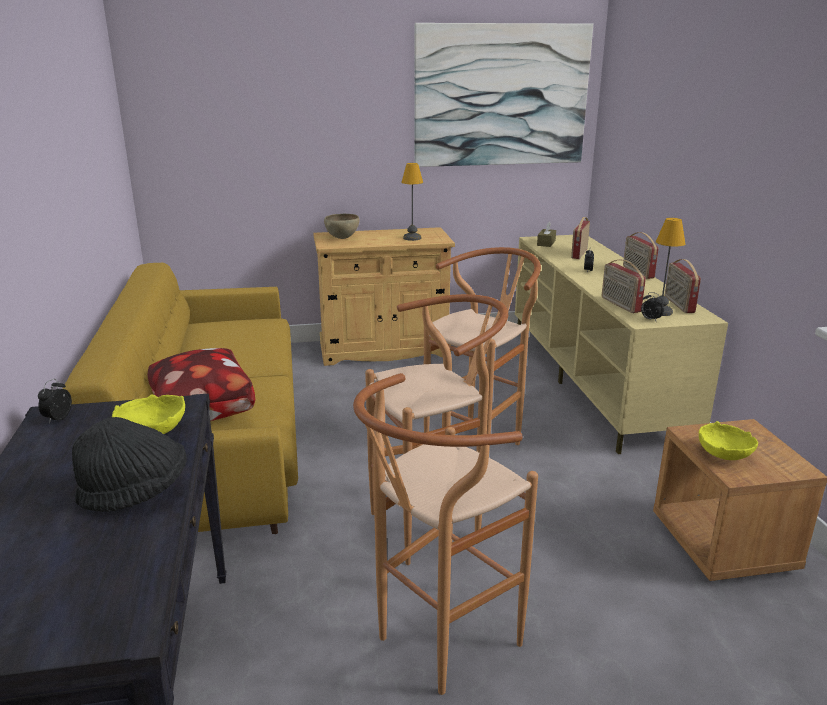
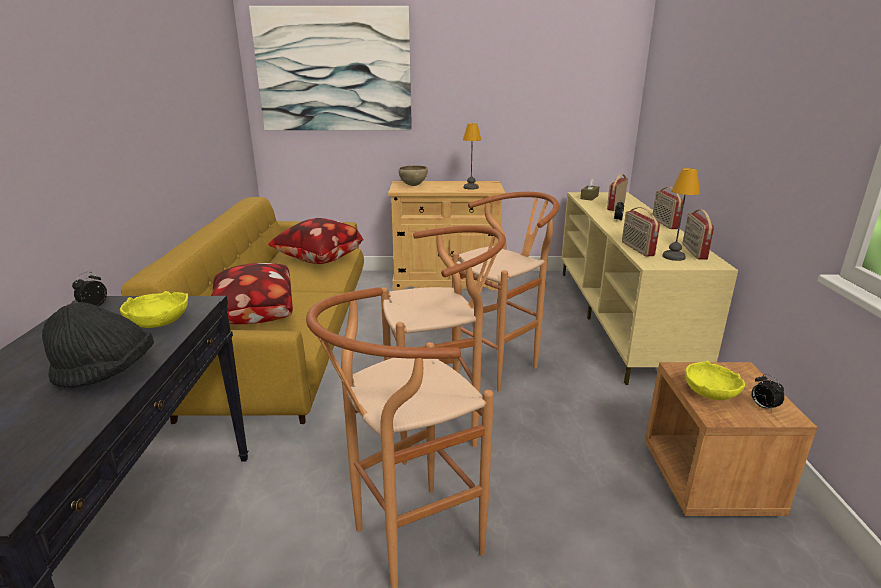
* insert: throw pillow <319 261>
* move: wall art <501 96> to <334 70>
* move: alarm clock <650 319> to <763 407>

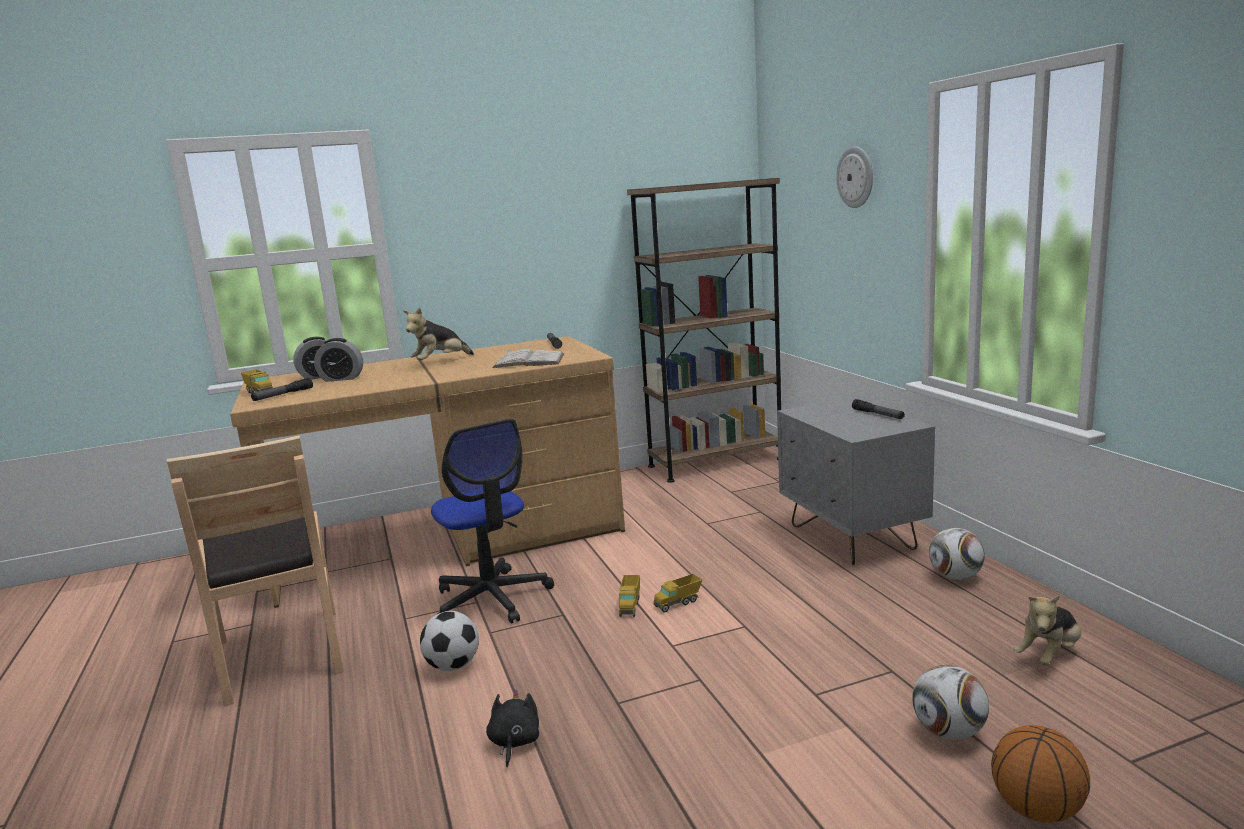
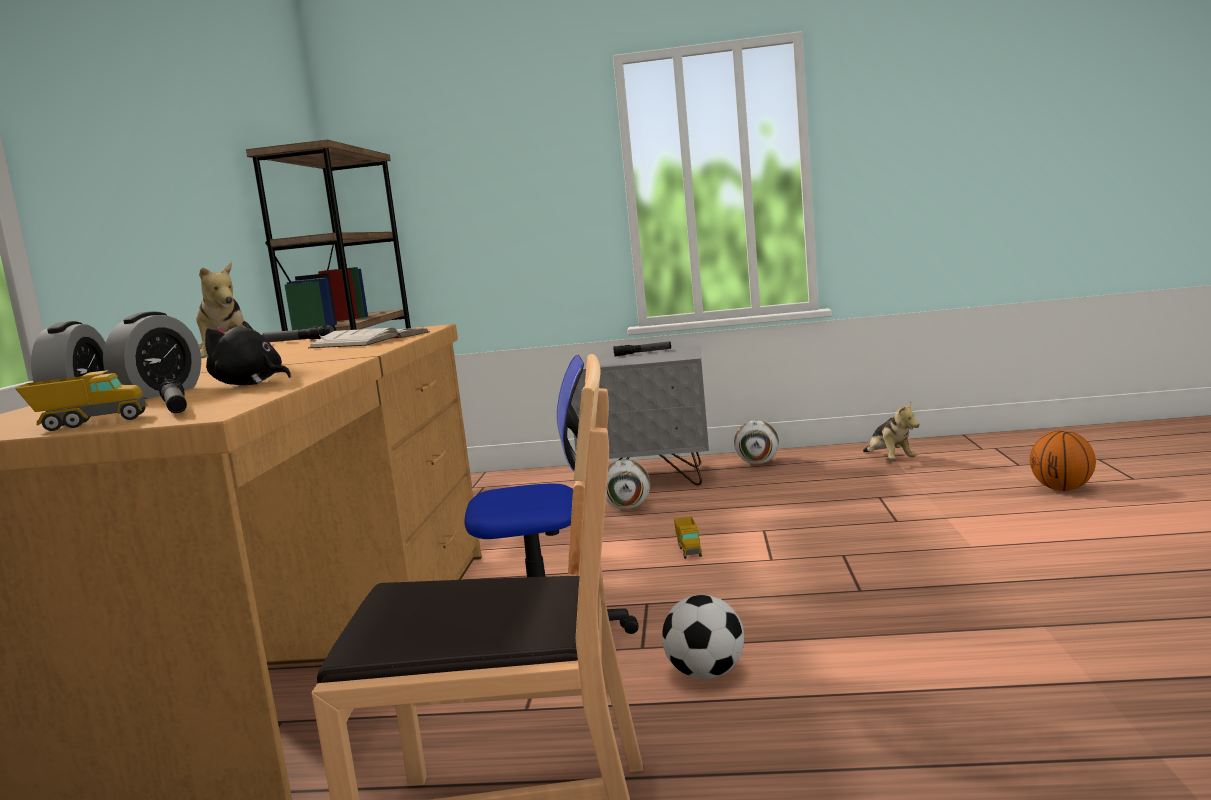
* delete: model truck <630 606>
* delete: clock on the wall <856 177>
* move: plush toy (black-coloured) <514 743> to <250 384>
* move: football ball <949 732> to <627 508>

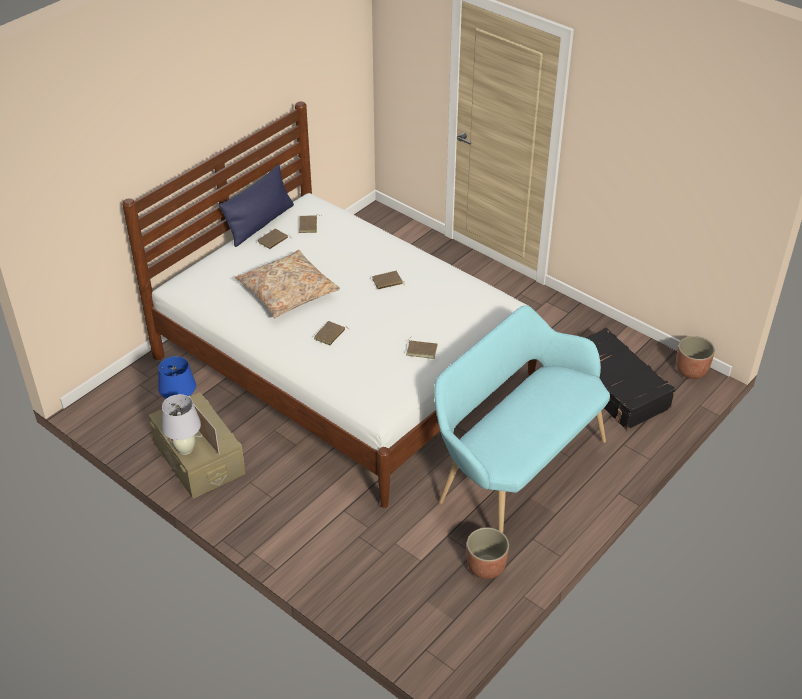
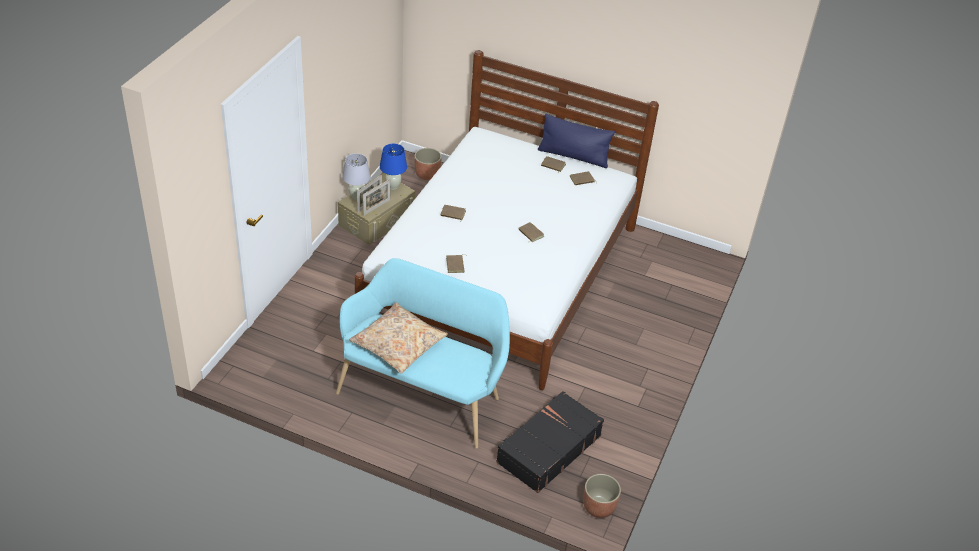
* insert: photo frame <376 207>
* move: throw pillow (beige) <288 292> to <398 344>
* move: planter <485 566> to <427 174>

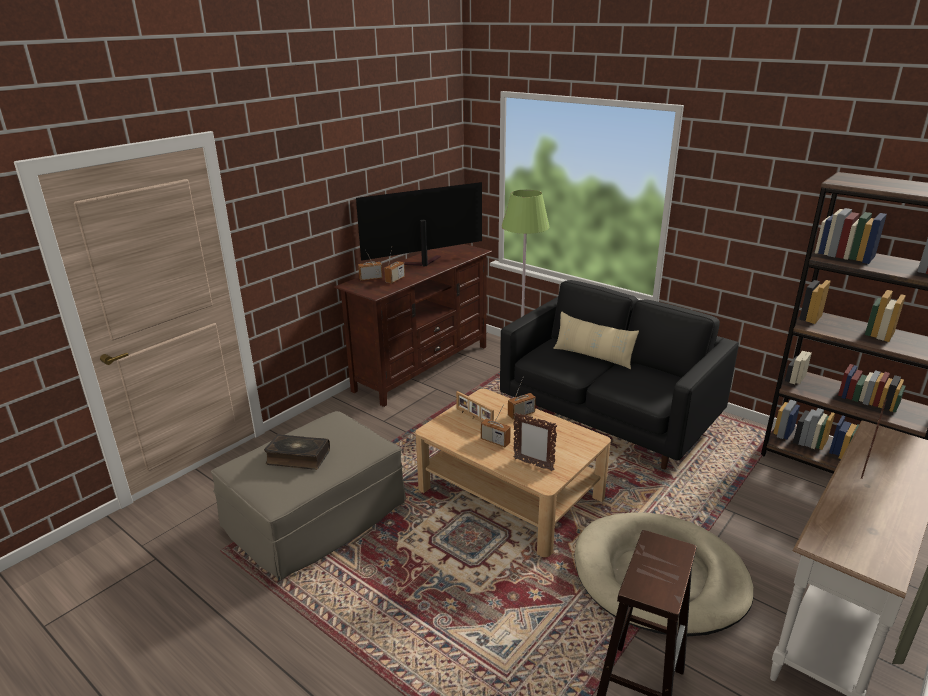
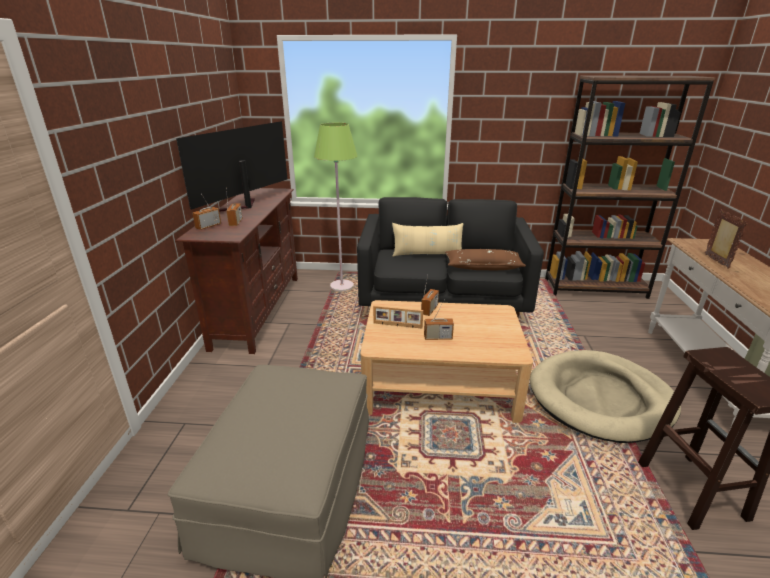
* delete: bound book <298 458>
* delete: photo frame <533 464>
* insert: throw pillow (brown-coloured) <483 267>

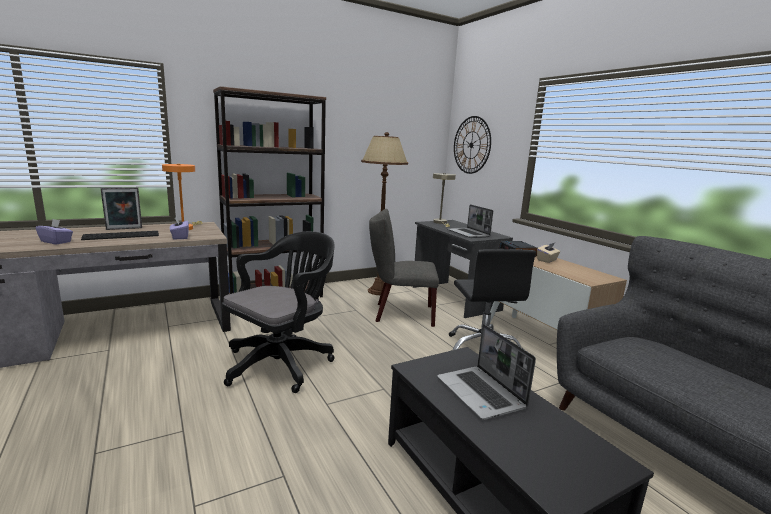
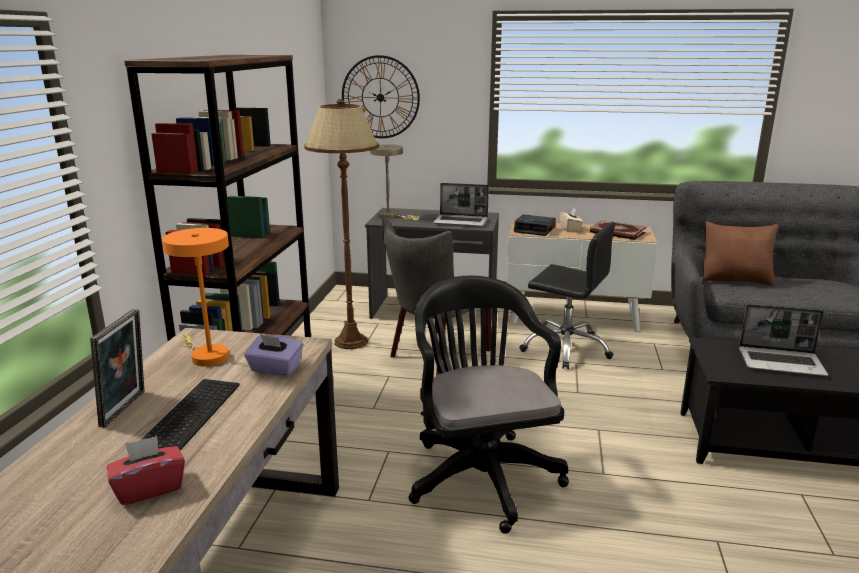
* insert: bound book <617 233>
* insert: throw pillow (brown-coloured) <736 280>
* recolor: tissue holder (purple) <56 242> to tissue holder (red-coloured) <149 488>

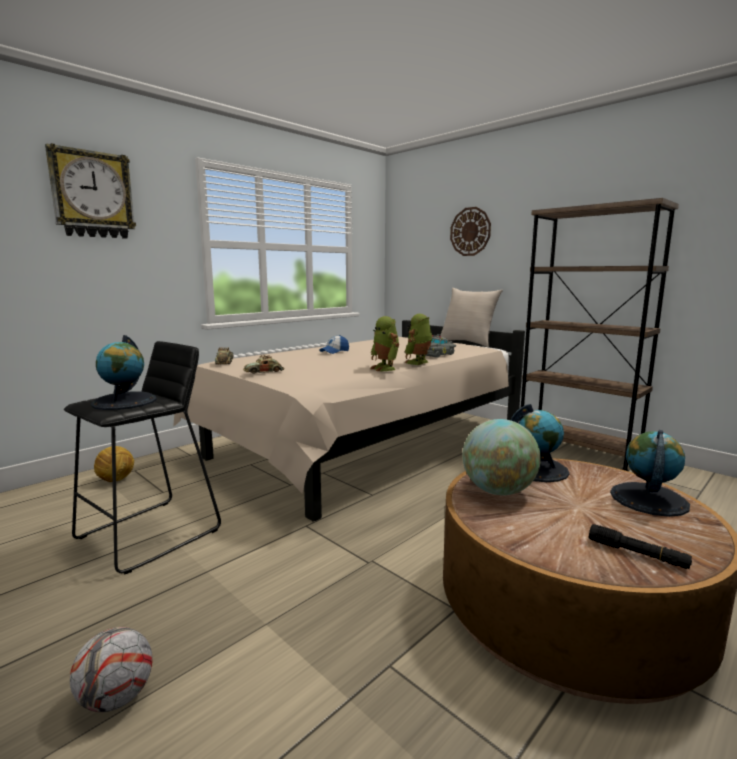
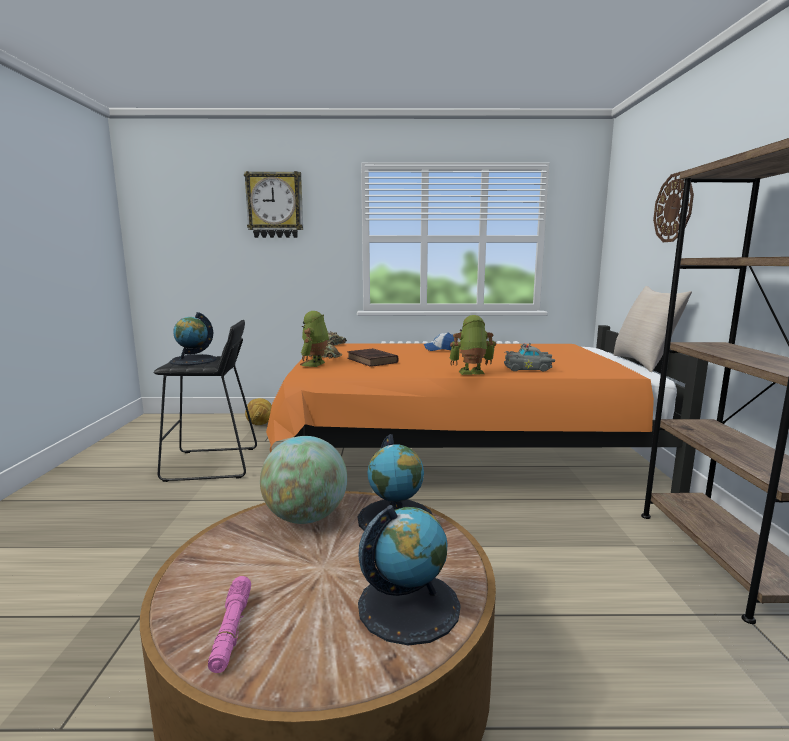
* delete: football ball <116 698>
* insert: bound book (brown-coloured) <373 361>
* move: robot figure <385 368> to <315 364>
* recolor: bedroom bed (beige) <365 444> to bedroom bed (orange) <460 455>
* recolor: flashlight (black-coloured) <637 554> to flashlight (pink) <231 630>

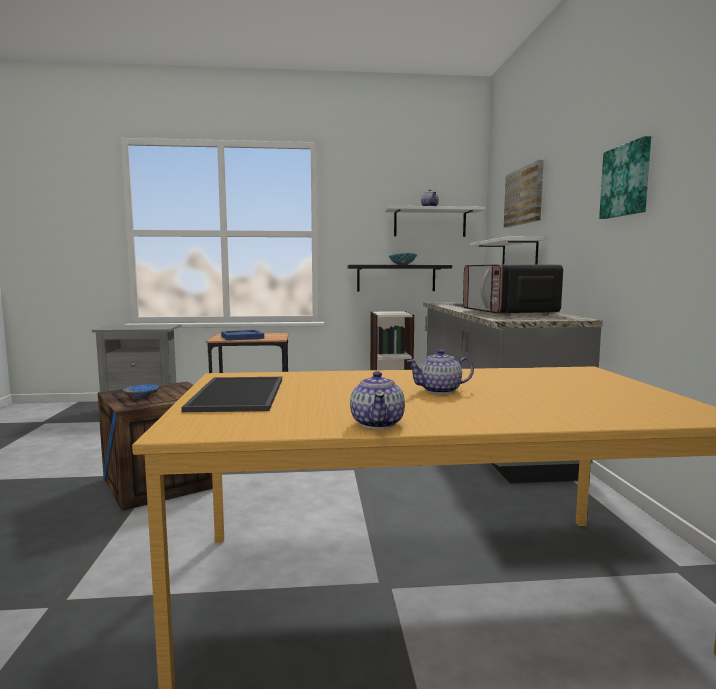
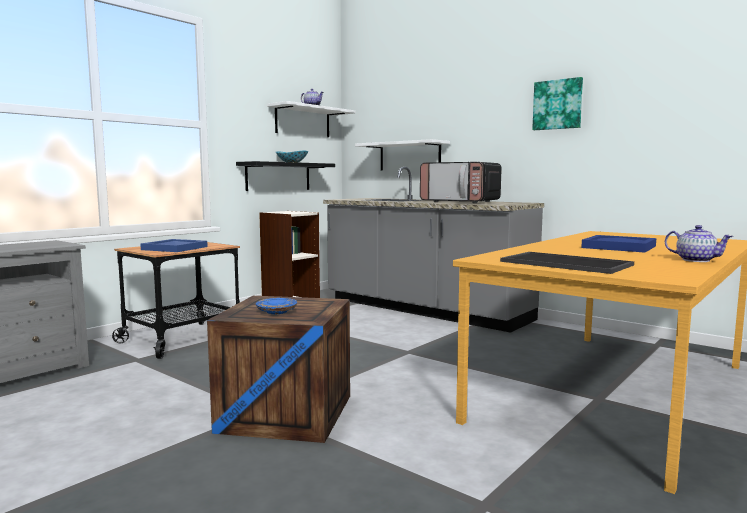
* delete: wall art <524 196>
* replace: tea pot <440 390> to serving tray (bluish) <620 247>

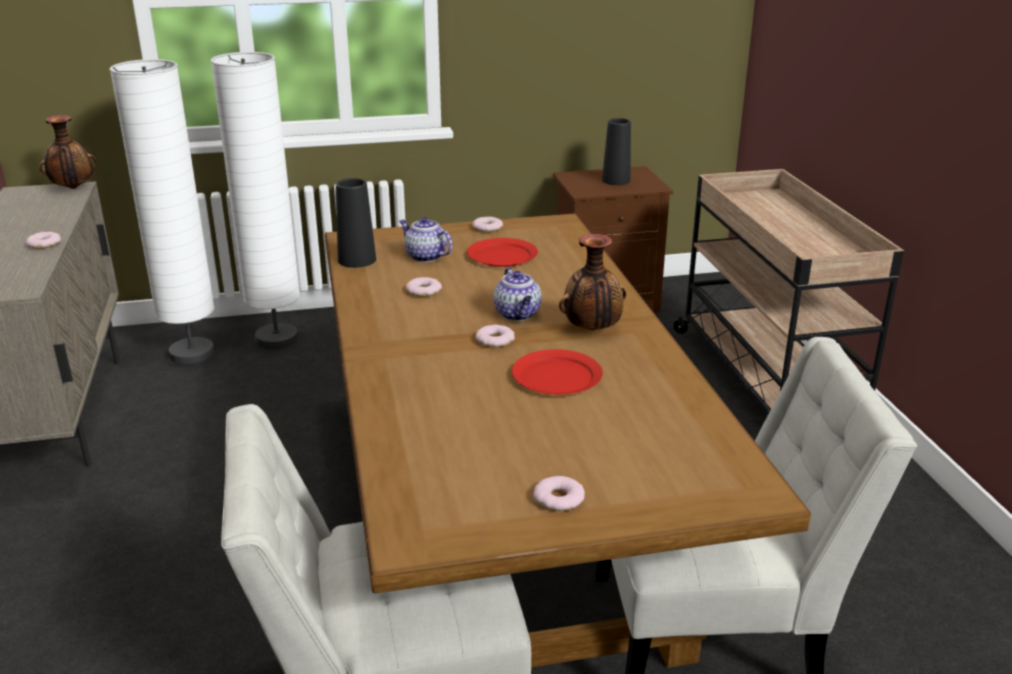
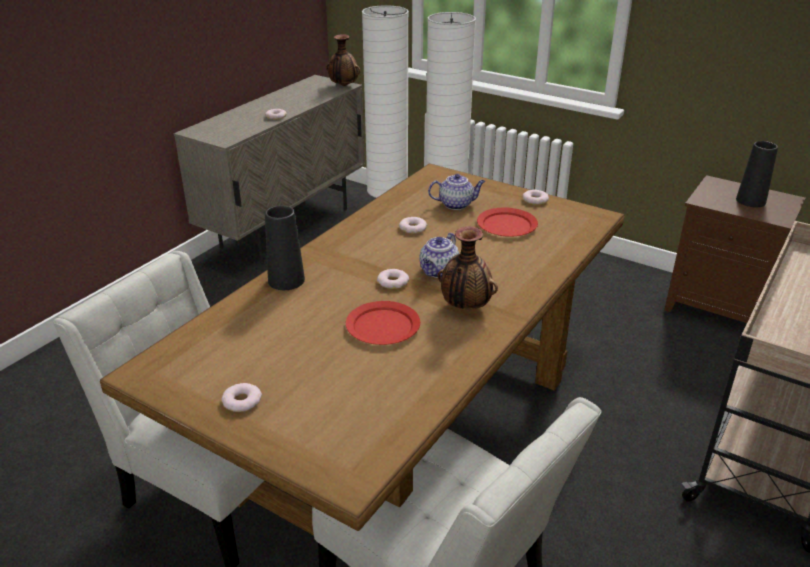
* move: decorative vase (black-coloured) <357 260> to <286 280>
* rotate: tea pot <425 256> = <456 204> 90 degrees clockwise

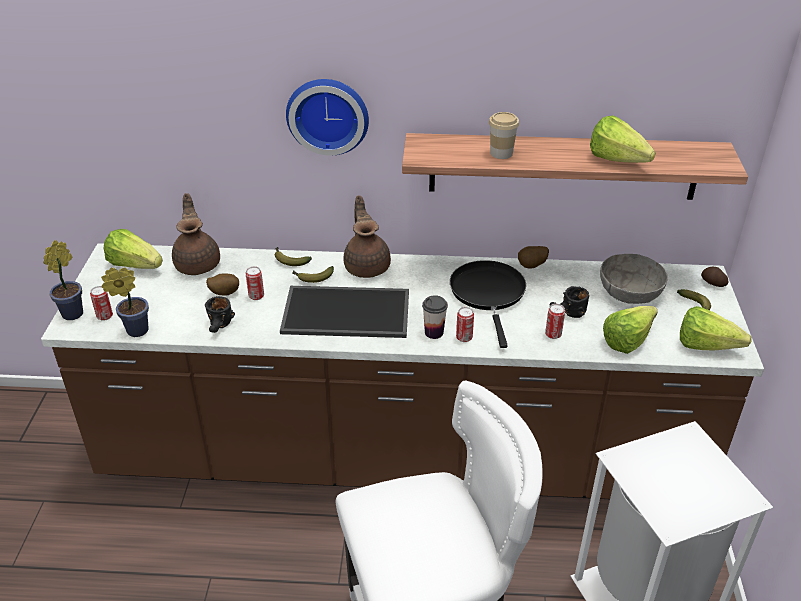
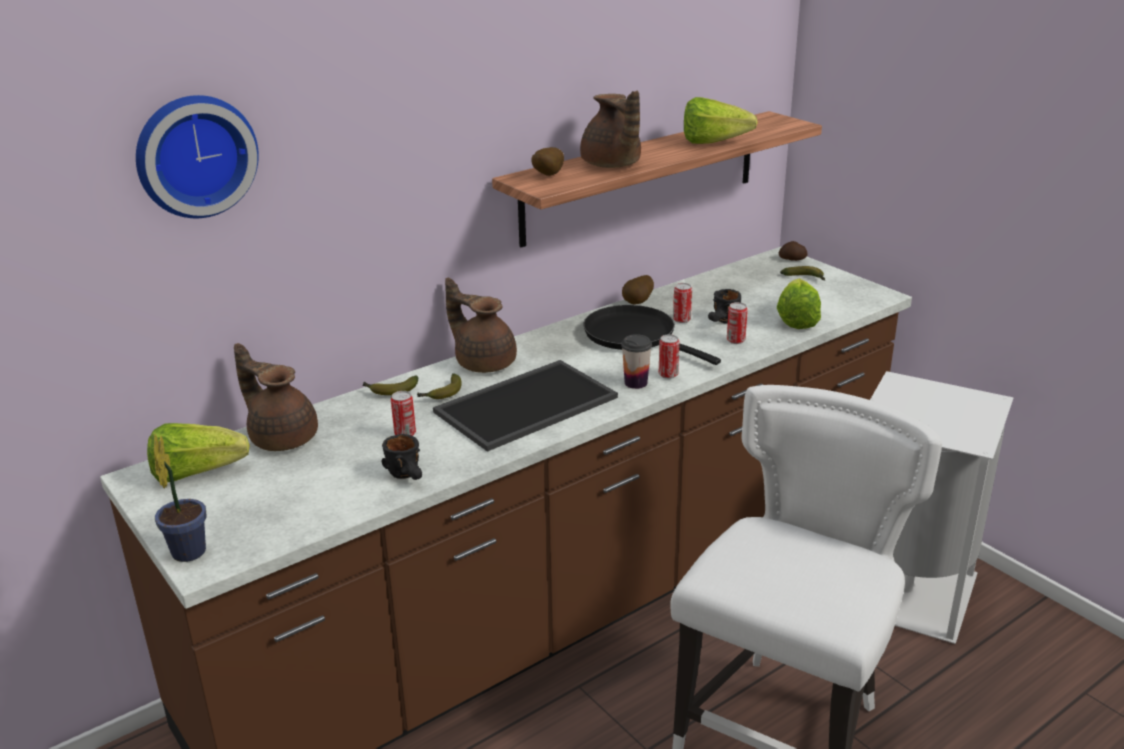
* delete: plant in a pot <134 331>
* delete: serving bowl (gray) <629 292>
* delete: lettuce head <711 348>
* move: metal can <105 316> to <681 320>
* move: spud <224 293> to <546 176>
* move: clock on the wall <328 114> to <194 155>
* replace: cup <501 153> to tea pot (brown-coloured) <611 165>

